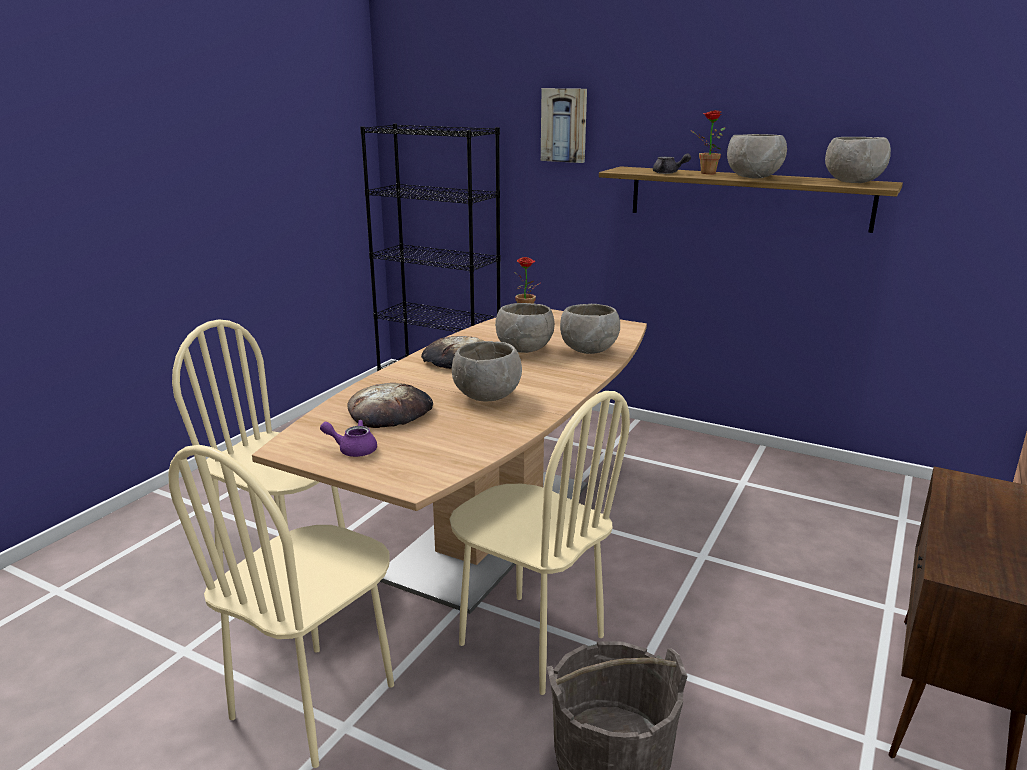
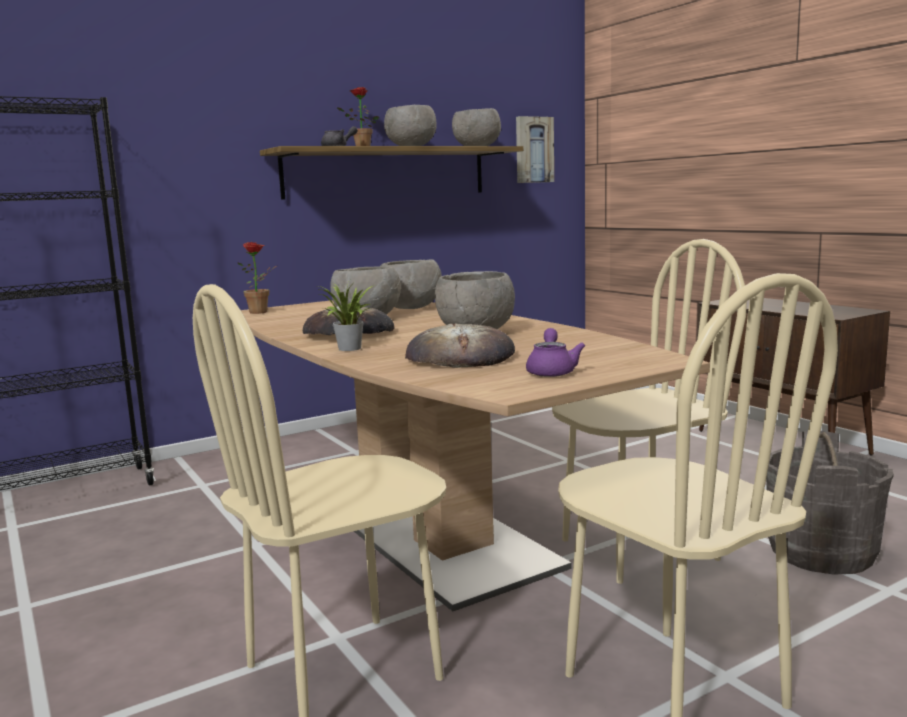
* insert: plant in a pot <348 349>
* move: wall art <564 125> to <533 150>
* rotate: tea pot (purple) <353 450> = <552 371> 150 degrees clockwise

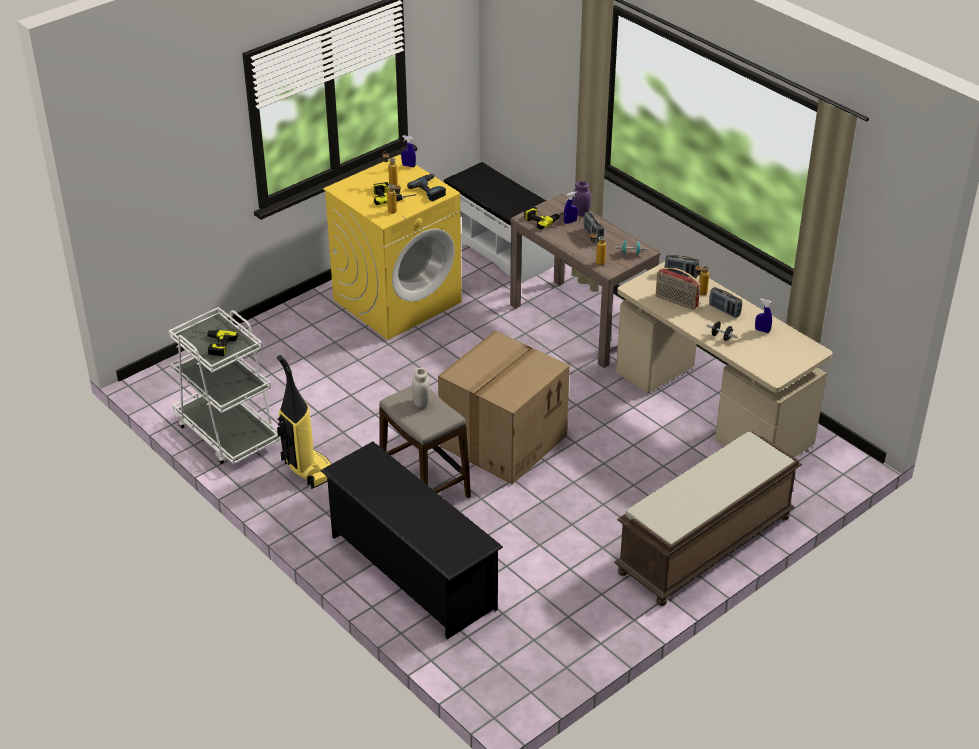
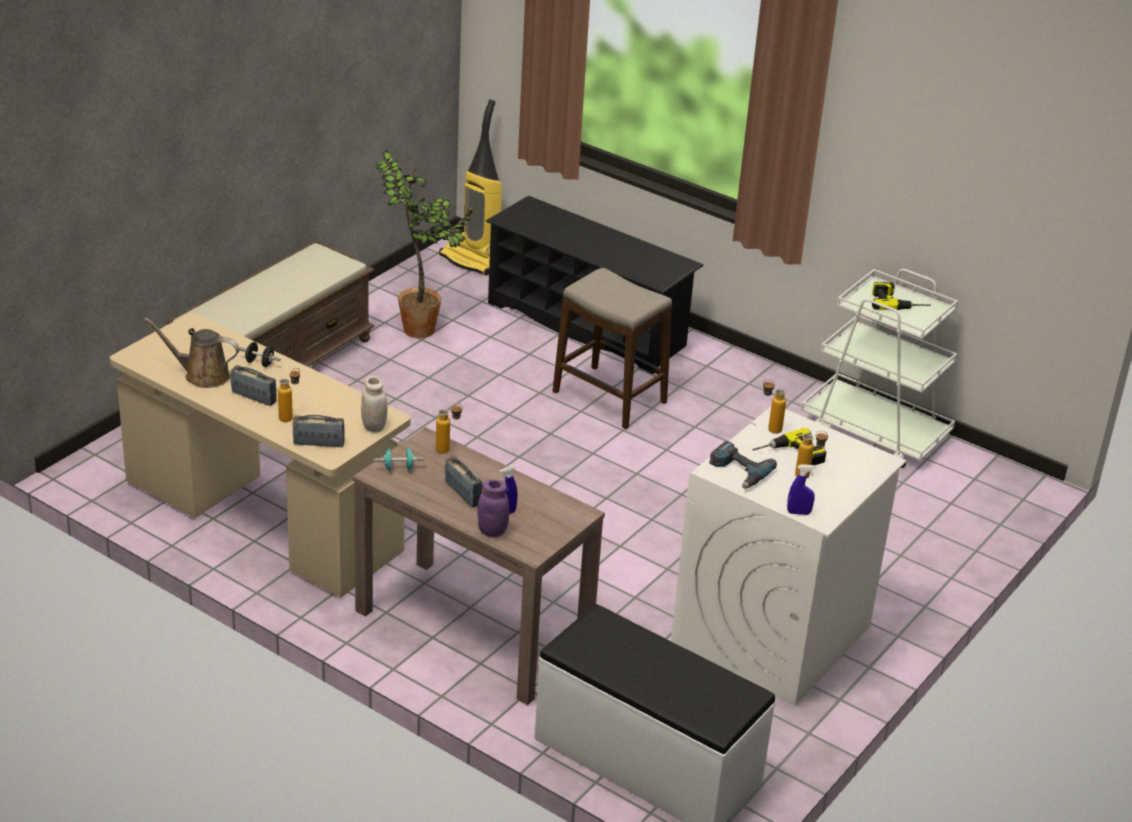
* delete: packing box <503 439>
* delete: drill <545 217>
* delete: radio set <676 301>
* insert: plant in a pot <424 331>
* move: hoover <307 469> to <474 259>
* move: jar (whitish) <421 403> to <374 427>
* replace: hand sprayer (bluish) <762 330> to watering can (brown-coloured) <202 375>
* recolor: washing machine (yellowish) <397 300> to washing machine (whitish) <771 636>

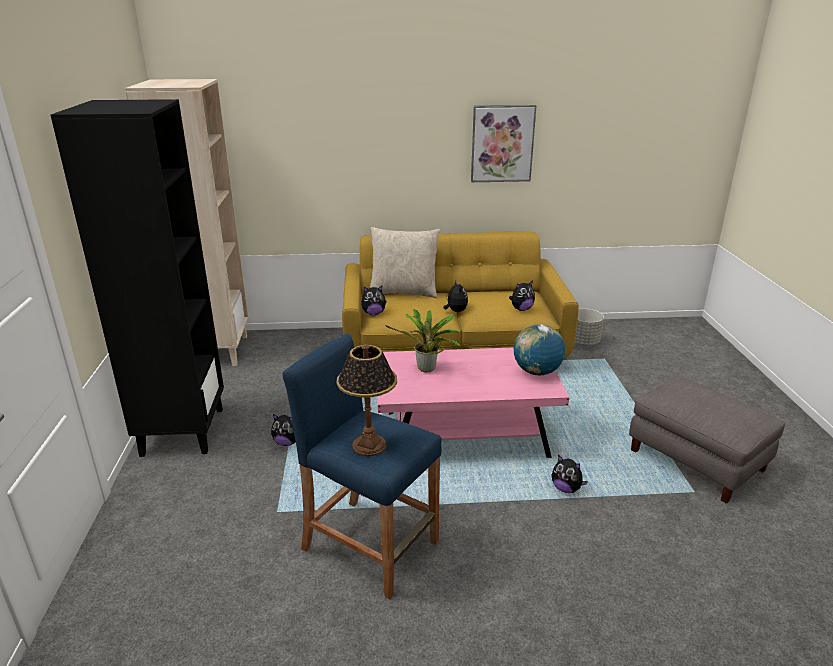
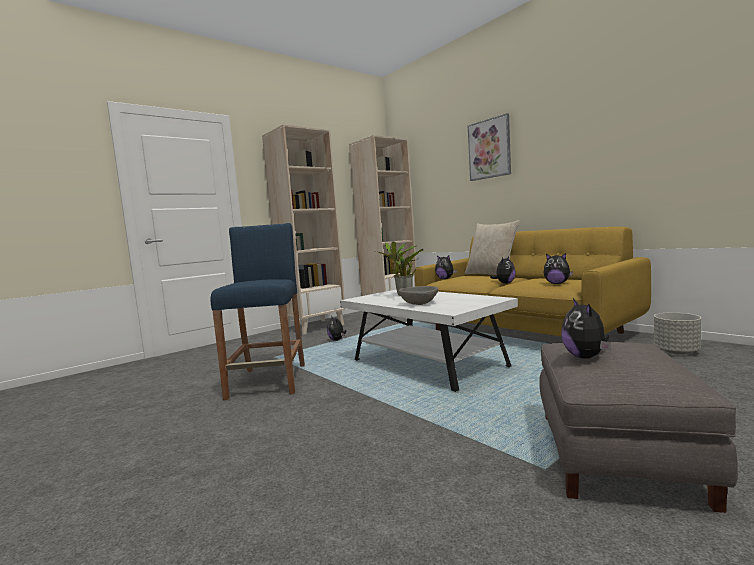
* delete: table lamp <369 445>
* delete: globe <537 372>
* insert: serving bowl (gray) <419 304>
* move: wall art <502 143> to <489 149>
* move: plush toy <566 489> to <586 357>
* recolor: bookshelf (black-coloured) <182 431> to bookshelf (beige) <314 326>
* recolor: coffee table (pink) <465 435> to coffee table (whitish) <427 364>

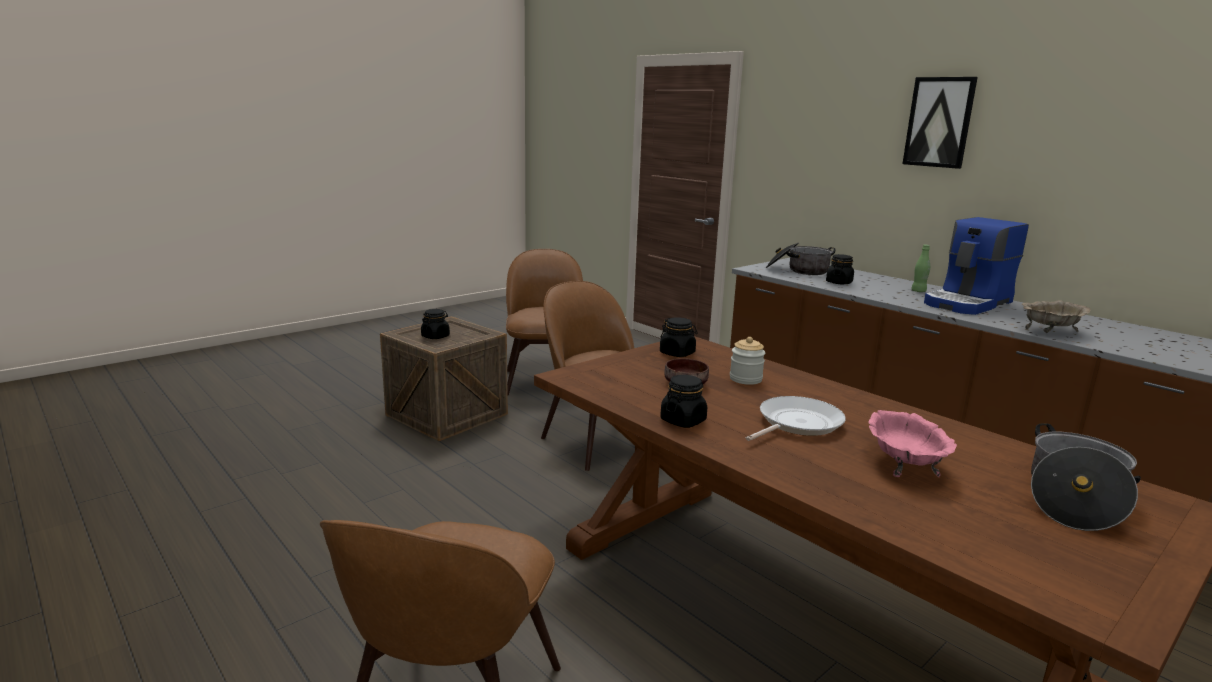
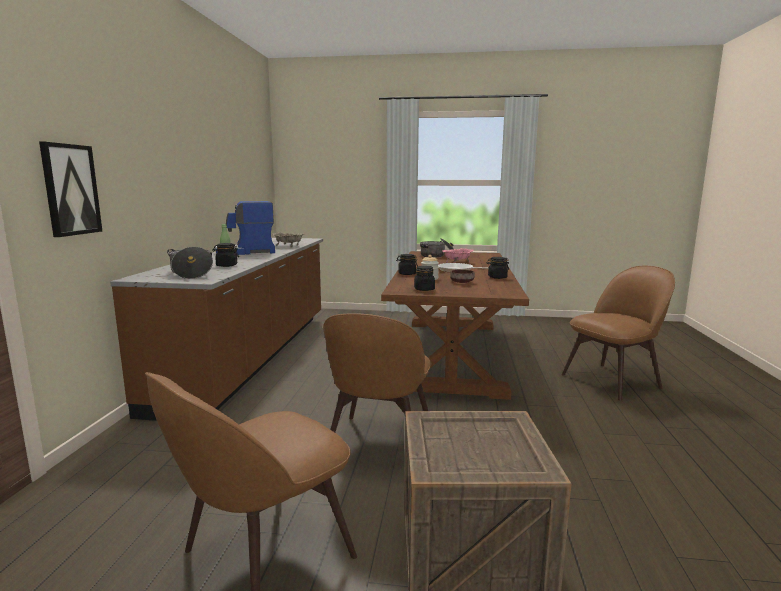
* move: jar (black-coloured) <435 336> to <406 274>
* move: wall art <939 122> to <70 190>
* rotate: coffee maker <968 303> = <246 252> 150 degrees clockwise

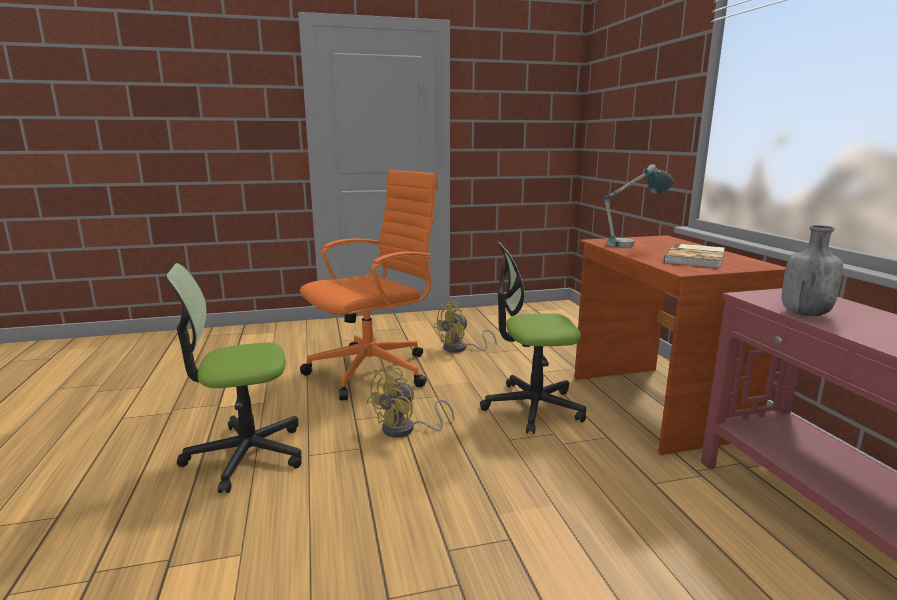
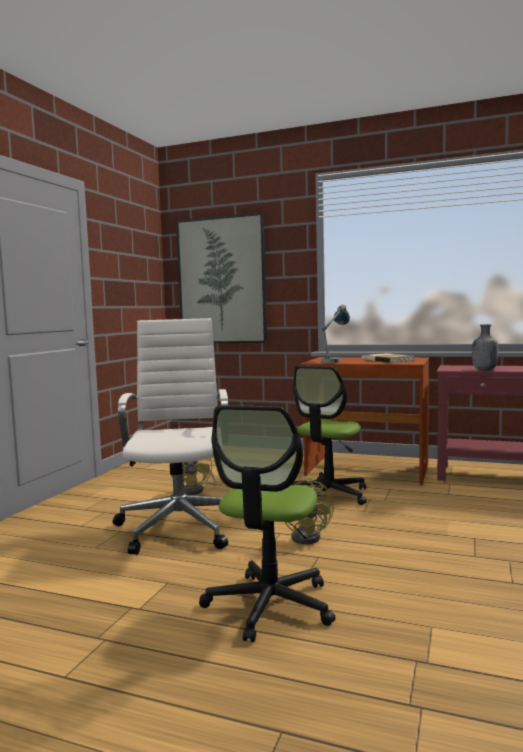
* insert: wall art <221 280>
* recolor: office chair (orange) <374 370> to office chair (whitish) <181 526>

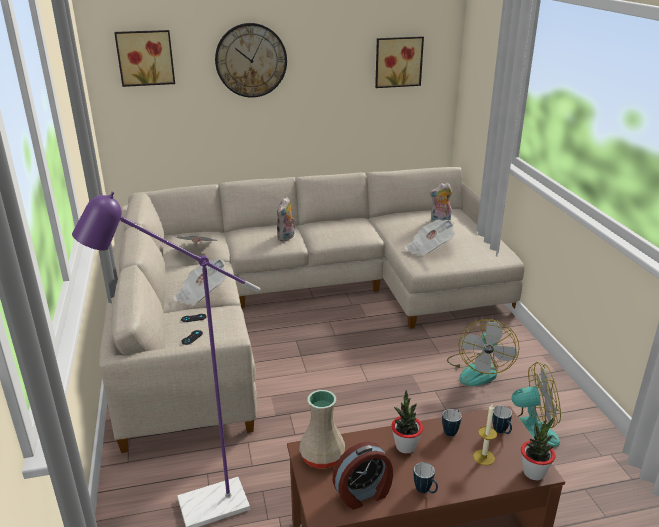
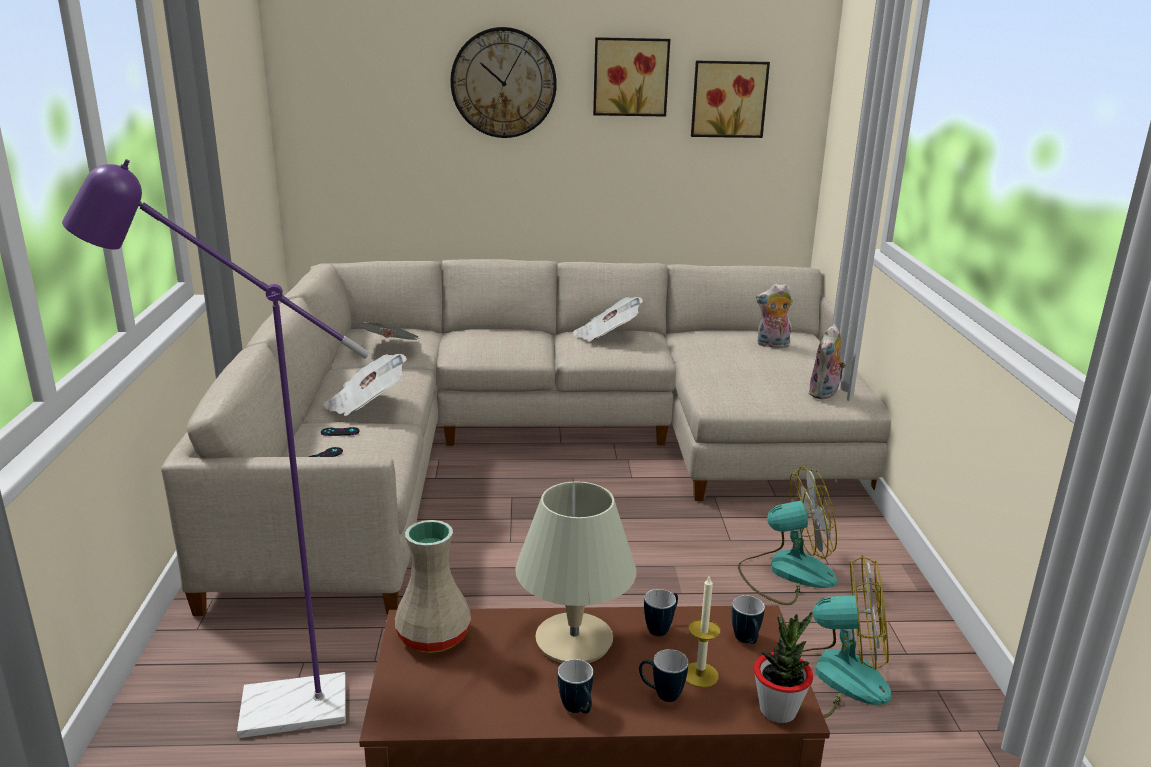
* delete: alarm clock <363 494>
* insert: coffee mug <661 694>
* move: wall art <145 57> to <630 77>
* move: plush toy <286 237> to <825 394>
* move: daily paper <428 249> to <606 336>
* replace: plant in a pot <405 446> to table lamp (beige) <575 640>
* rotate: fan <478 370> = <786 572> 120 degrees counterclockwise

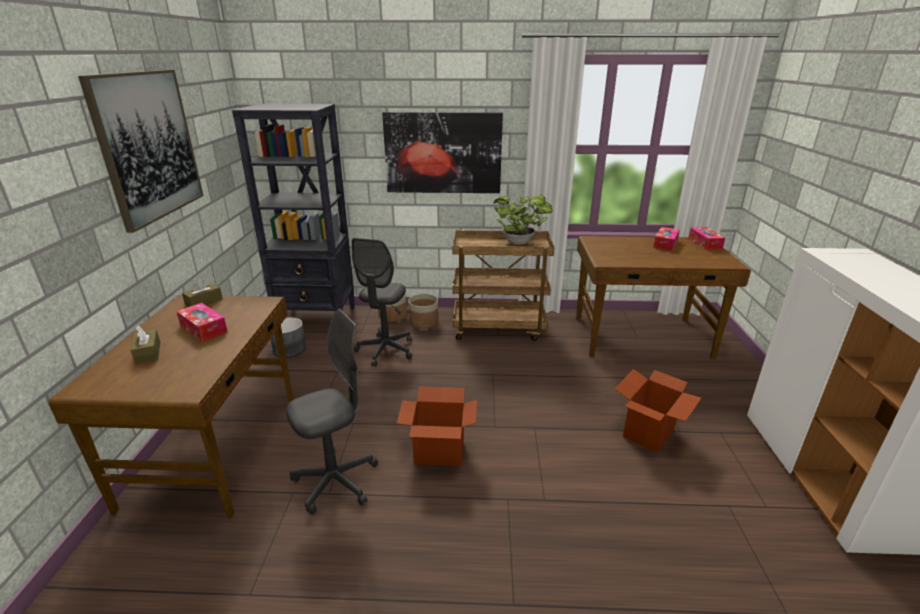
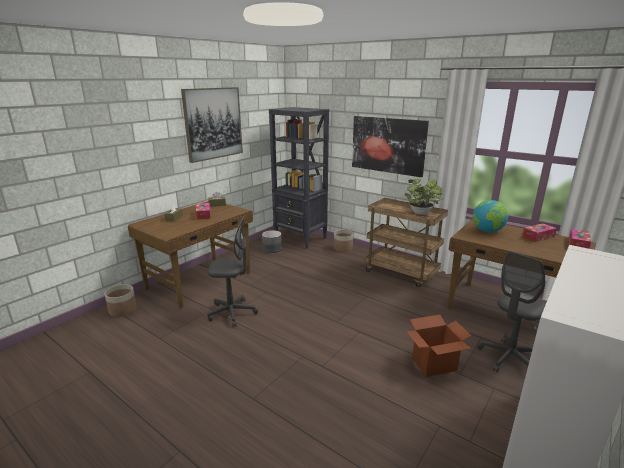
* delete: packing box <439 451>
* insert: globe <487 231>
* move: office chair (gray) <385 350> to <509 358>
* move: planter <423 322> to <123 310>

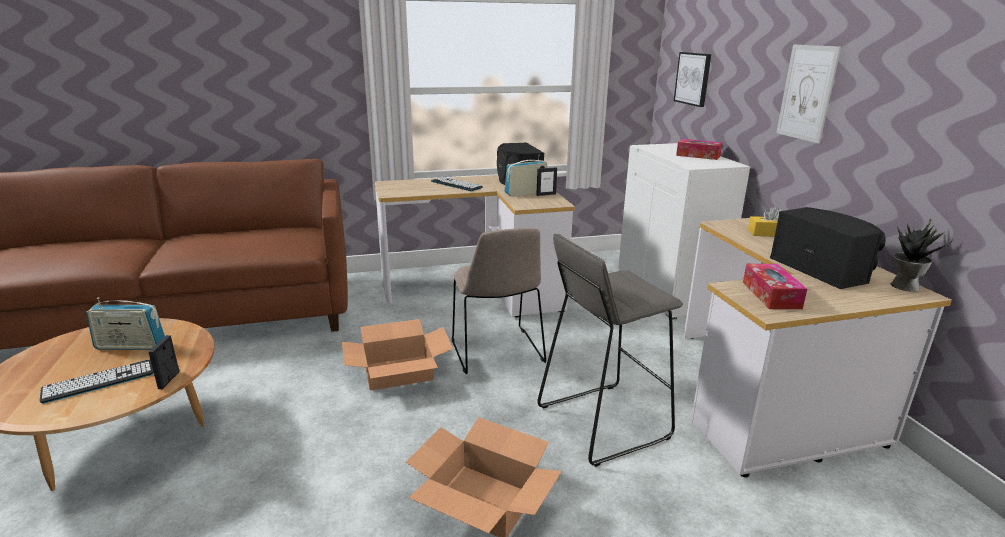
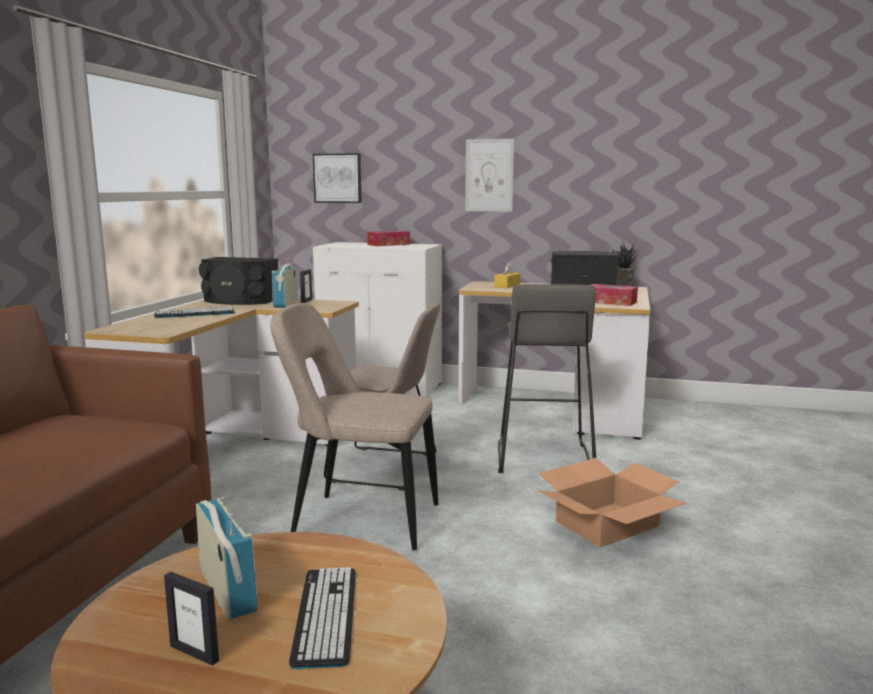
* move: photo frame <169 380> to <194 653>
* replace: packing box <398 372> to plain chair (beige) <359 520>
* rotate: radio set <131 346> = <227 590> 60 degrees counterclockwise

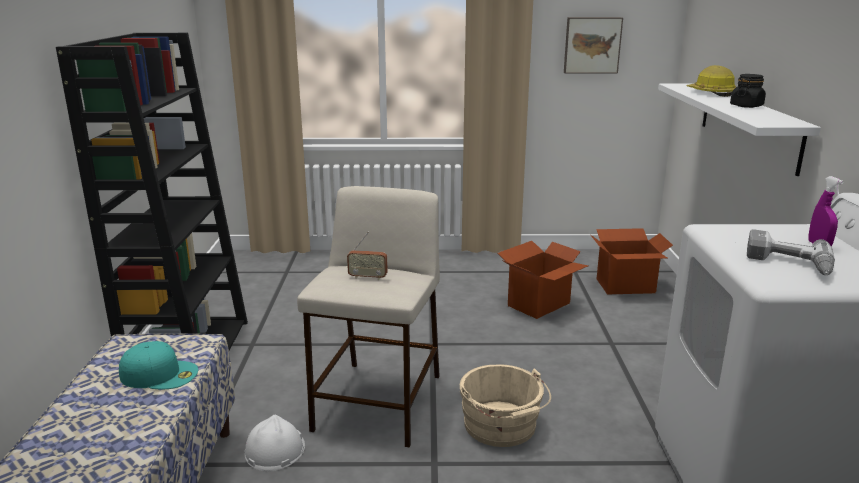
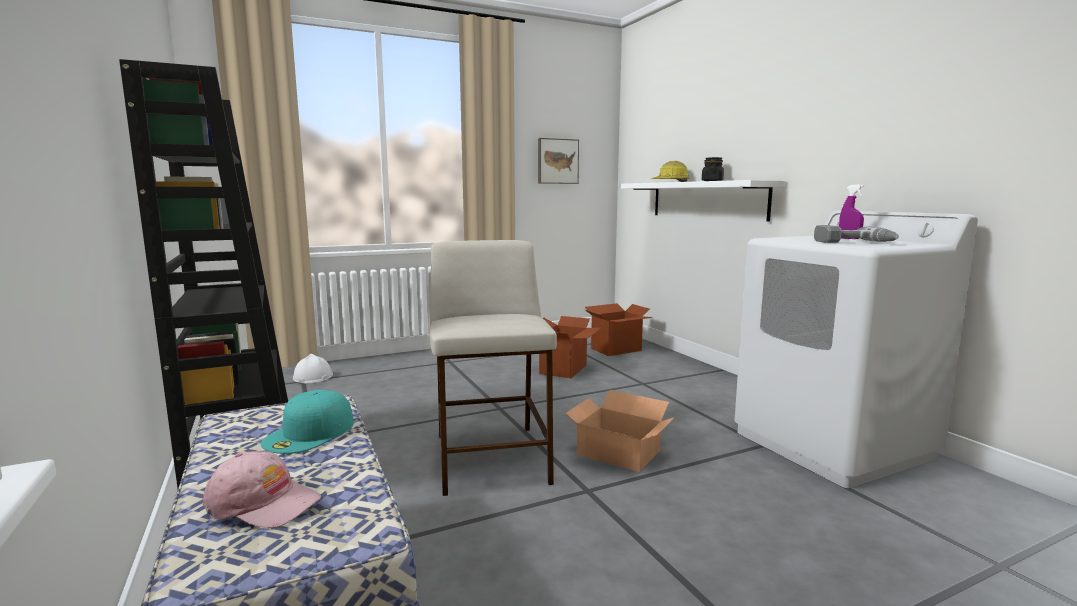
* delete: radio set <368 277>
* insert: peaked cap (pink) <263 503>
* move: hard hat (whitish) <274 450> to <312 377>
* replace: bucket (beige) <502 427> to packing box <618 452>
* rotate: peaked cap (turquoise-coloured) <160 374> = <310 433> 135 degrees clockwise

